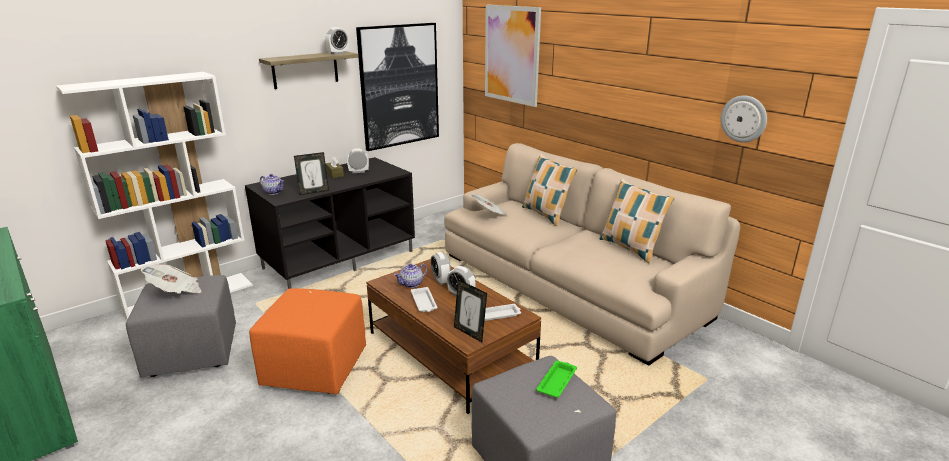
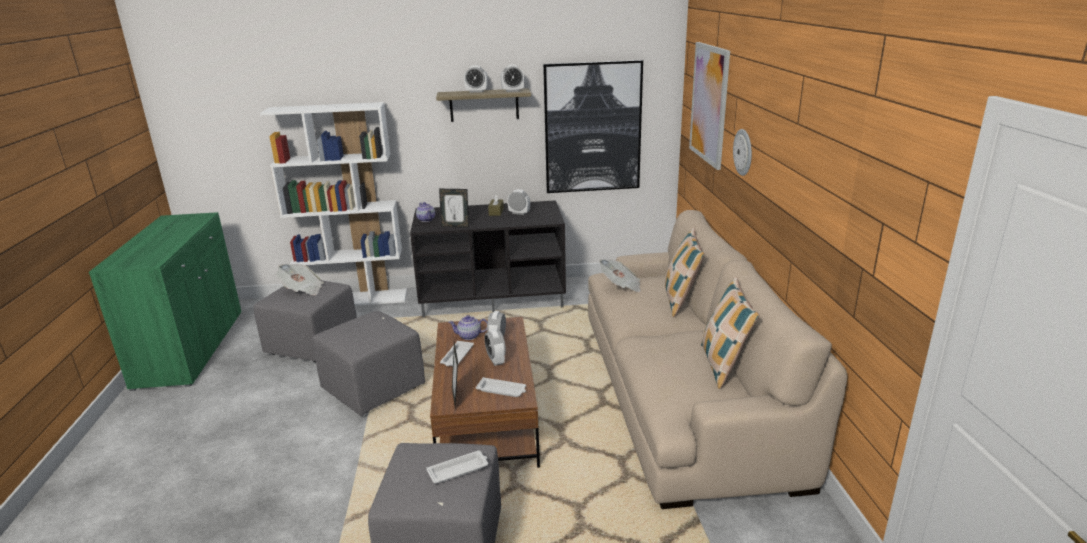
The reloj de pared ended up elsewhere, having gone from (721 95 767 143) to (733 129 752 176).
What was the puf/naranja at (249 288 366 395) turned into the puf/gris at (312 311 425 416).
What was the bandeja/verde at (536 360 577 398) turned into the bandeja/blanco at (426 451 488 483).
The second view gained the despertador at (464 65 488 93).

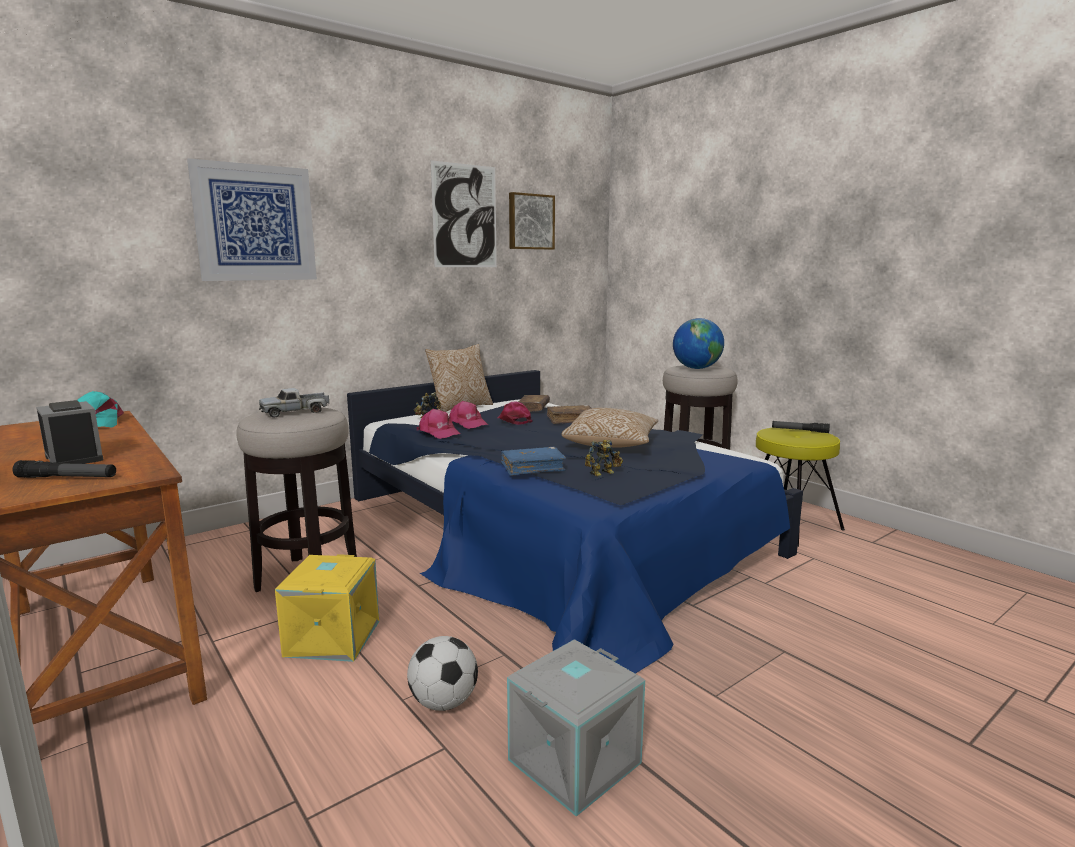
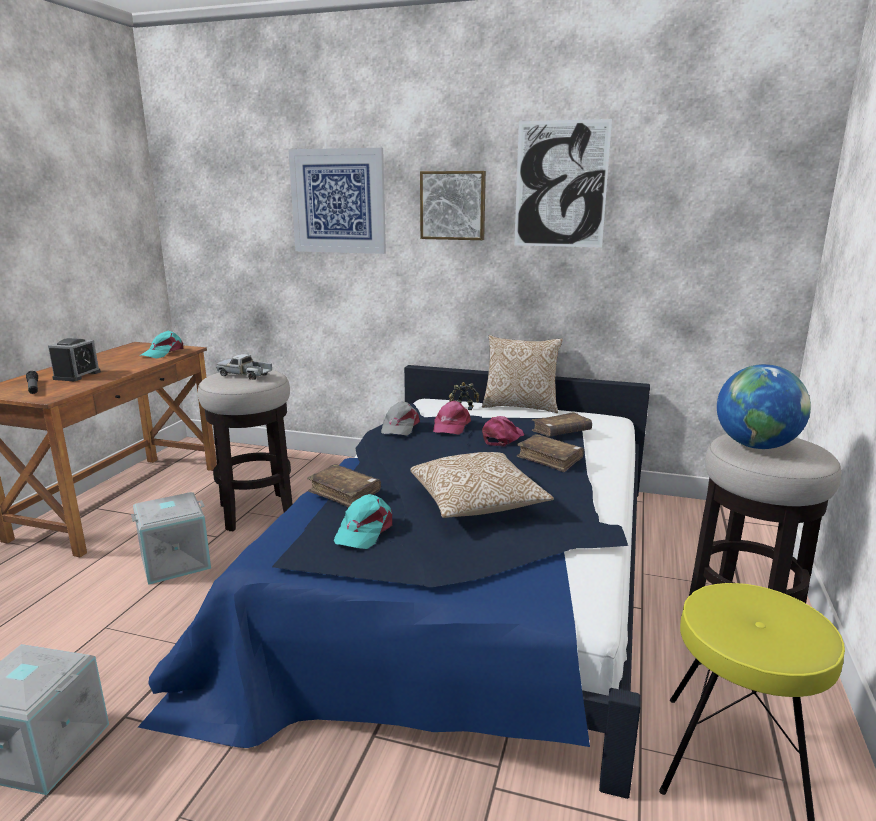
The cuadro ended up elsewhere, having gone from (509 192 555 250) to (420 171 486 240).
What was the gorra/rosa at (416 409 462 439) turned into the gorra/gris at (381 401 420 436).
The second view lost the linterna at (772 421 830 433).
Where the robot de juguete stood at (585 440 623 477), the gorra/turquesa came to stand at (334 494 393 549).
What was the libro/azul at (501 447 566 476) turned into the libro/marrón at (307 464 381 508).
What was the caja de almacenaje/amarillo at (275 554 379 662) turned into the caja de almacenaje/gris at (131 492 211 585).
The second view lost the balón de fútbol at (407 636 478 711).

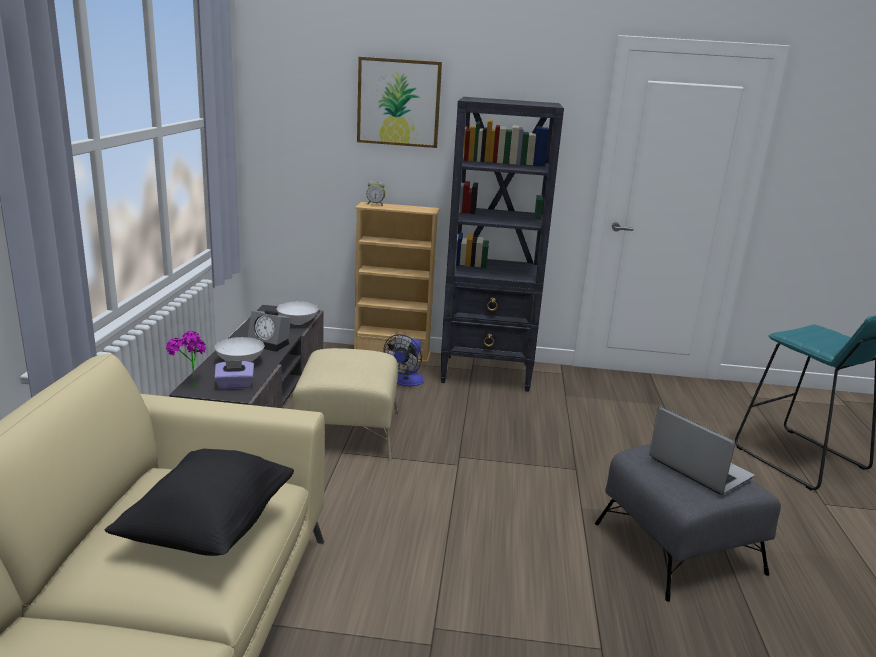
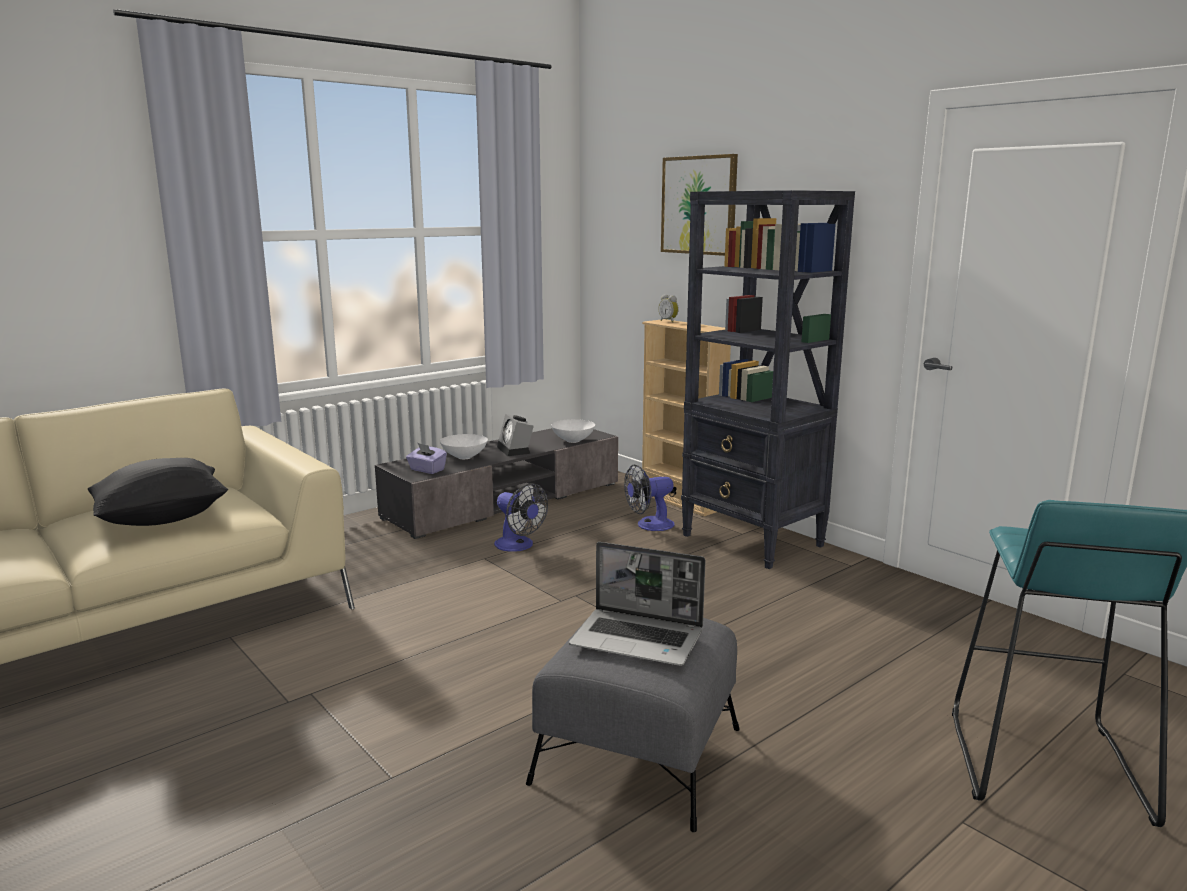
The second view lost the planta en maceta at (166 331 206 387).
Where the puf/beis stood at (292 348 399 461), the ventilador came to stand at (494 483 548 552).
The portátil at (649 406 754 495) ended up facing another way, 105 degrees clockwise from before.

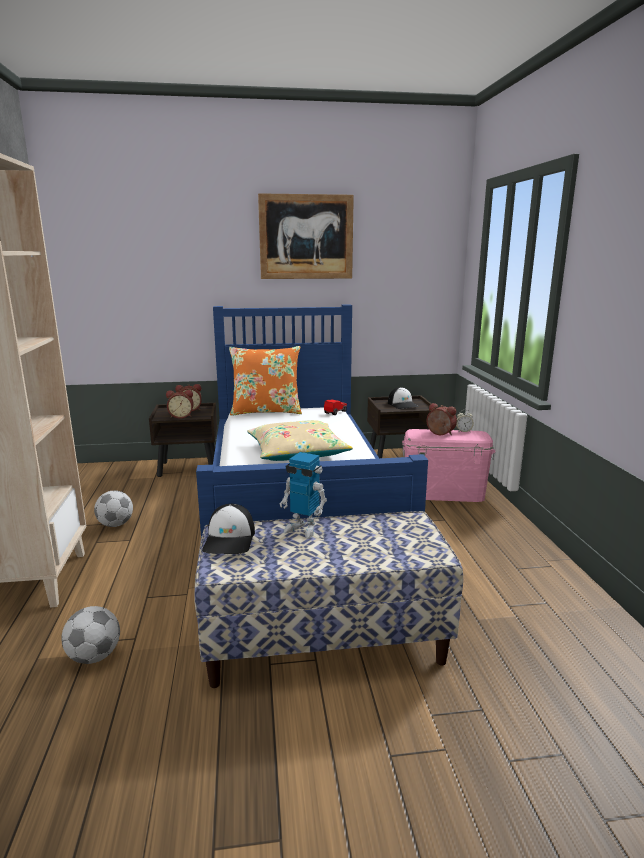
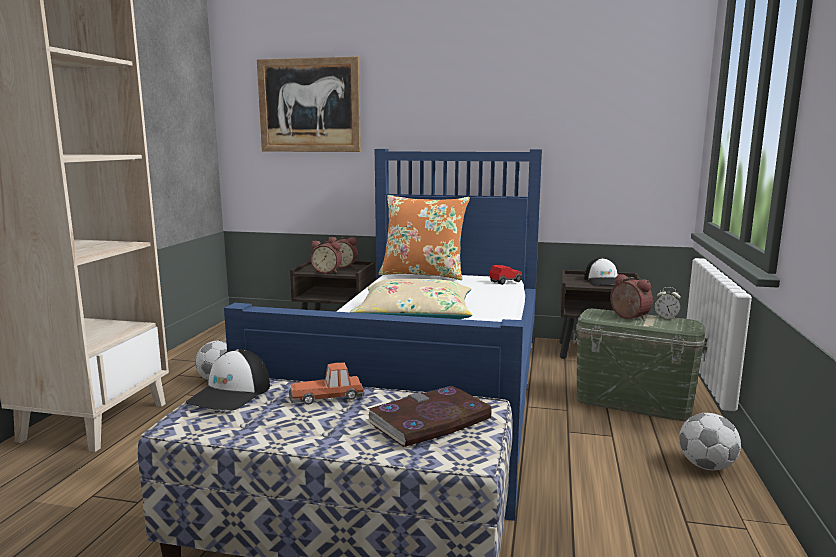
The cuadro ended up elsewhere, having gone from (258 193 354 279) to (257 56 361 152).
What was the caja de almacenaje/rosa at (402 429 495 502) turned into the caja de almacenaje/verde at (573 309 708 421).
Where the robot de juguete stood at (280 452 327 539), the coche de juguete came to stand at (289 363 365 405).
The balón de fútbol ended up elsewhere, having gone from (61 606 120 664) to (679 413 741 471).
The second view gained the libro at (366 386 492 447).

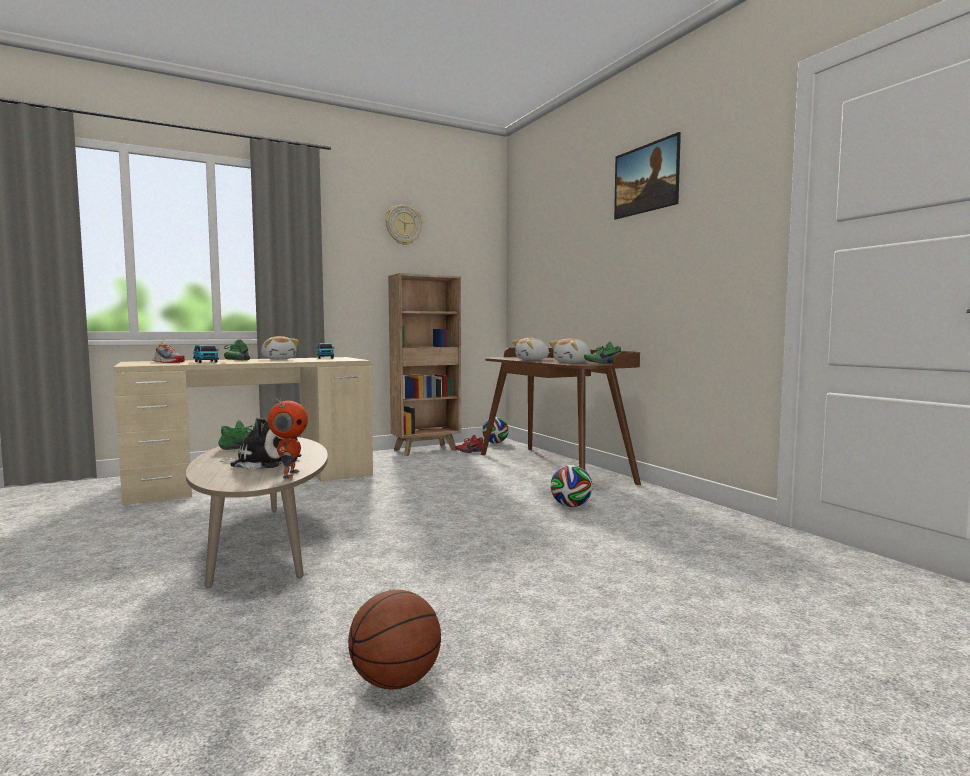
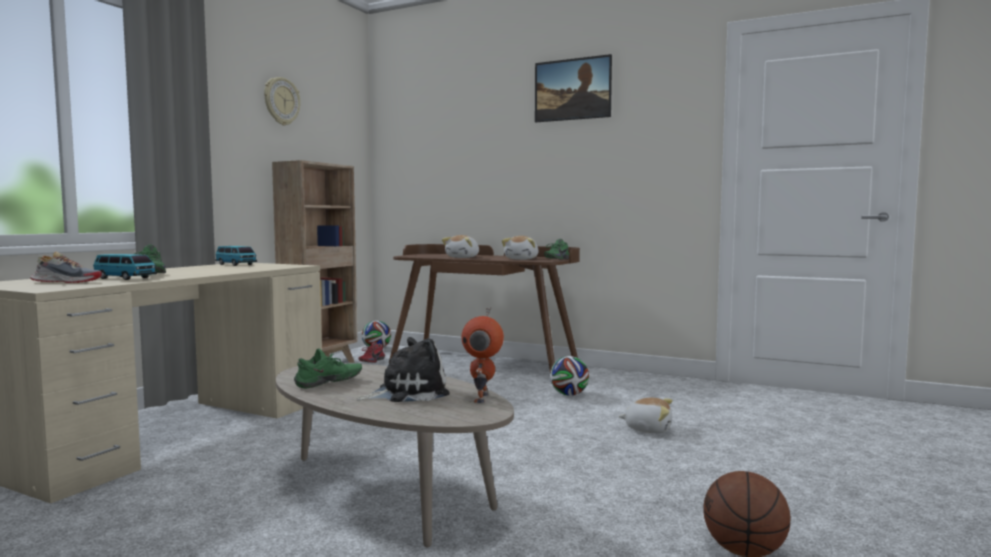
The peluche ended up elsewhere, having gone from (261 336 299 360) to (619 397 673 433).
The robot de juguete at (268 397 308 479) ended up facing another way, 135 degrees counterclockwise from before.

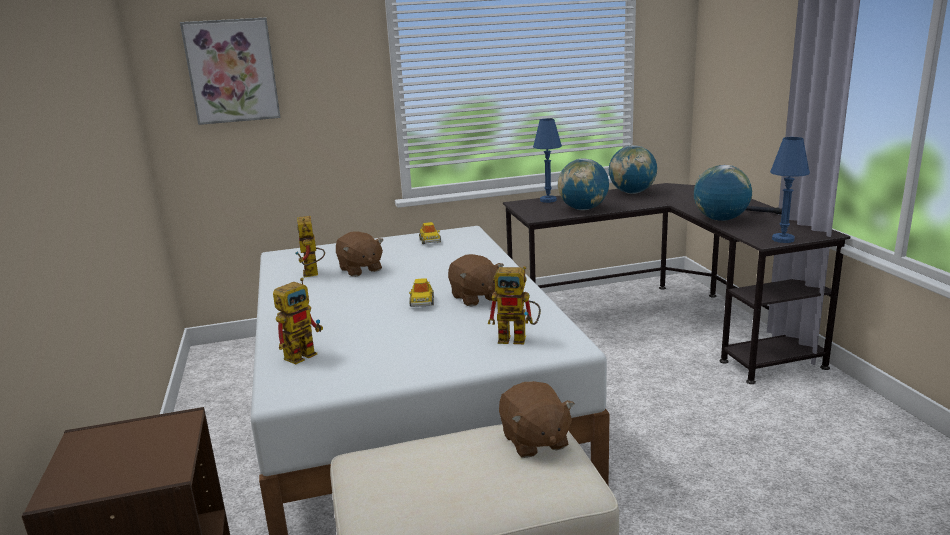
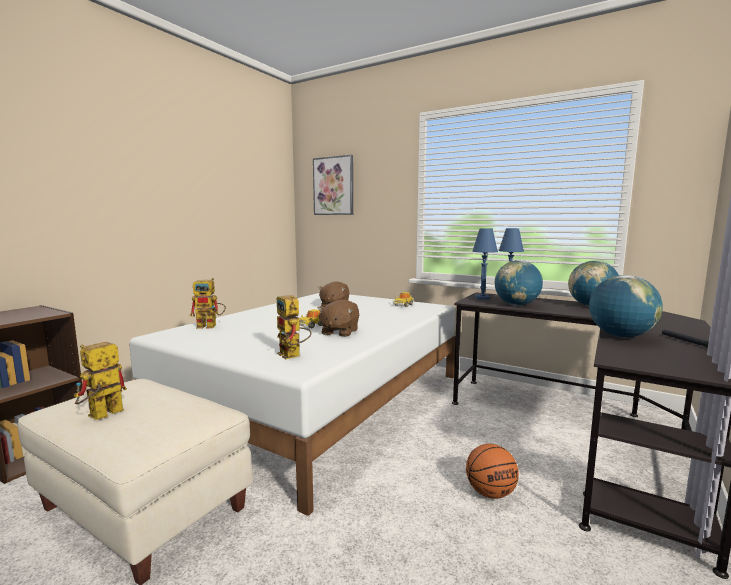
The lámpara de mesa/azul ended up elsewhere, having gone from (770 137 810 243) to (472 228 498 300).
The robot de juguete ended up elsewhere, having gone from (296 216 325 278) to (74 342 127 420).
The second view lost the peluche/marrón at (499 381 575 458).
The second view gained the balón de baloncesto at (466 444 519 499).

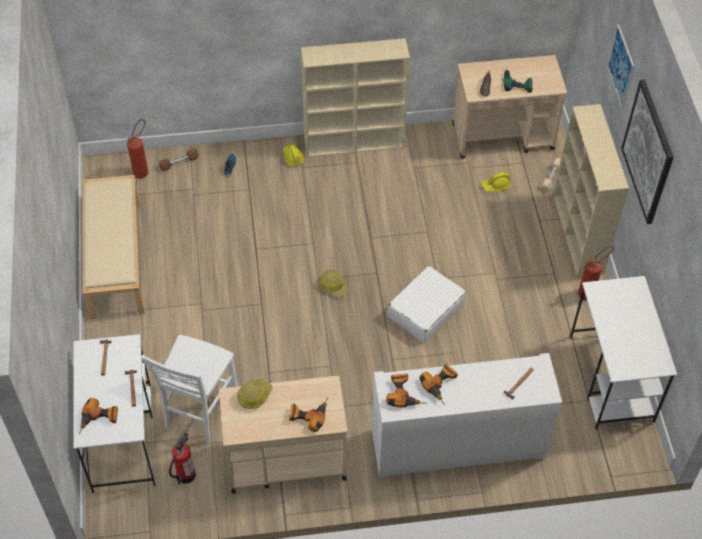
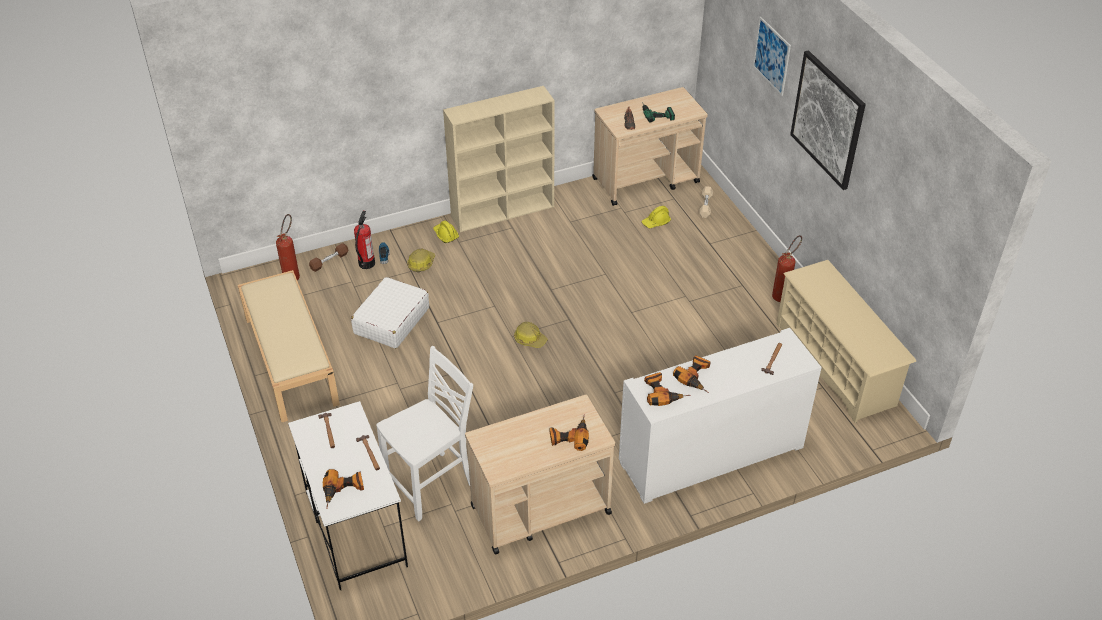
The second view lost the estantería/beis at (553 104 629 277).
The maleta/blanco ended up elsewhere, having gone from (387 266 466 343) to (351 277 429 349).
Where the escritorio/blanco stood at (570 276 677 430), the zapatero/beis came to stand at (777 260 916 423).
The silla/blanco at (141 335 238 444) ended up facing another way, 135 degrees counterclockwise from before.
The casco ended up elsewhere, having gone from (237 378 273 409) to (407 248 435 272).
The extintor ended up elsewhere, having gone from (169 432 196 485) to (354 211 375 269).

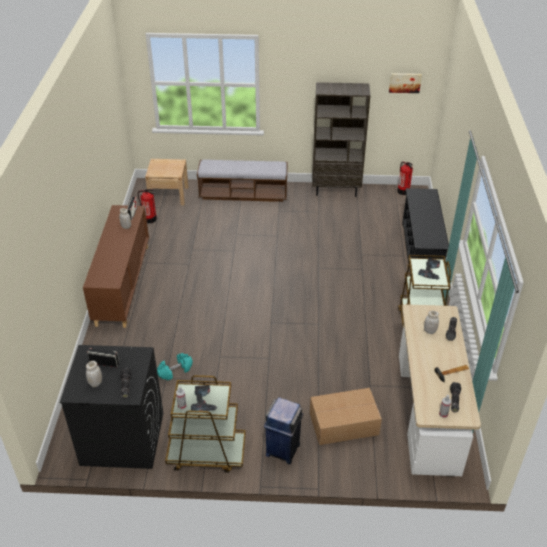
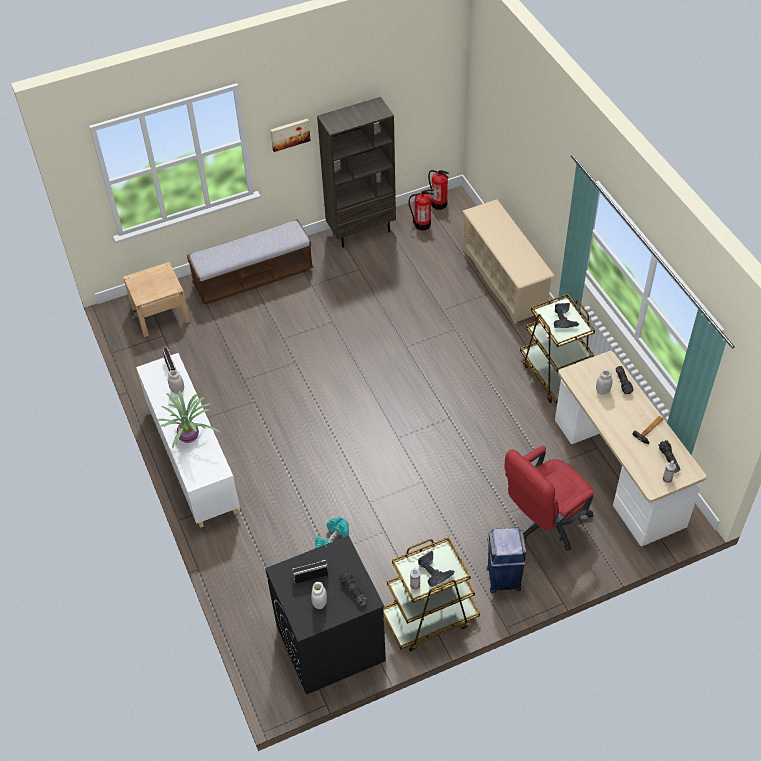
The cuadro ended up elsewhere, having gone from (389 73 422 93) to (270 119 311 152).
What was the zapatero/negro at (402 188 449 276) turned into the zapatero/beis at (462 199 555 324).
The extintor ended up elsewhere, having gone from (138 189 157 223) to (409 189 434 230).
What was the armario/marrón at (83 205 149 328) turned into the armario/blanco at (136 353 240 528).
Where the caja de cartón stood at (310 388 382 445), the silla de oficina/rojo came to stand at (505 446 594 550).
The second view gained the planta en maceta at (156 391 220 449).

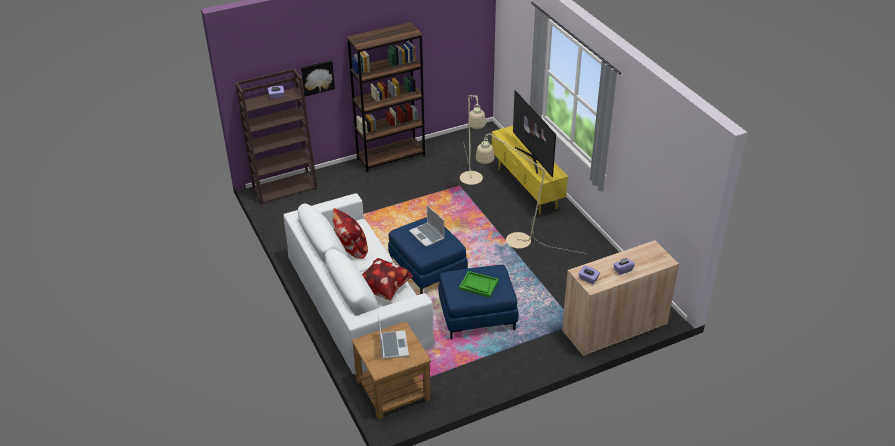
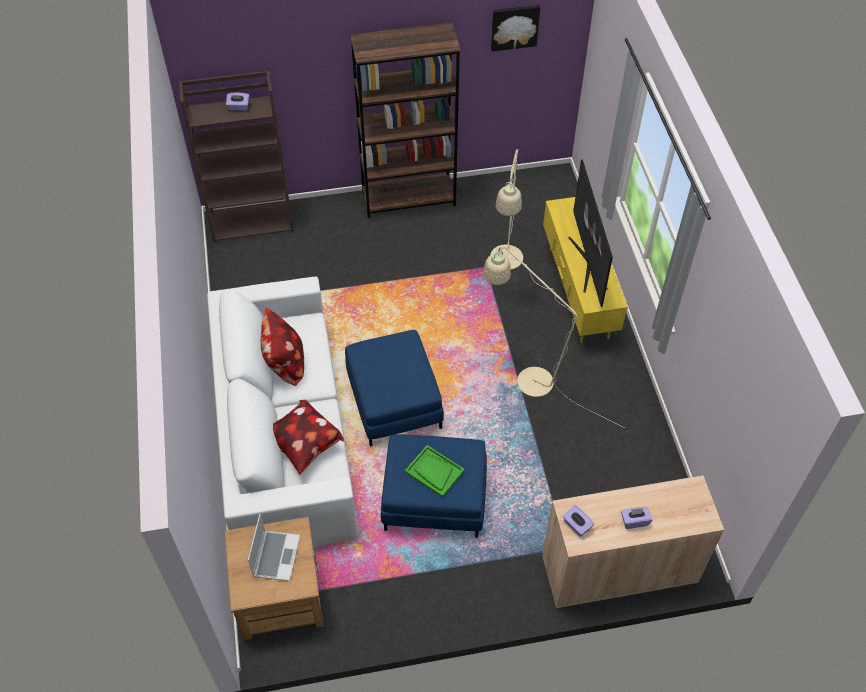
The cuadro ended up elsewhere, having gone from (301 60 335 97) to (491 5 540 52).
The second view lost the portátil at (409 205 445 247).

